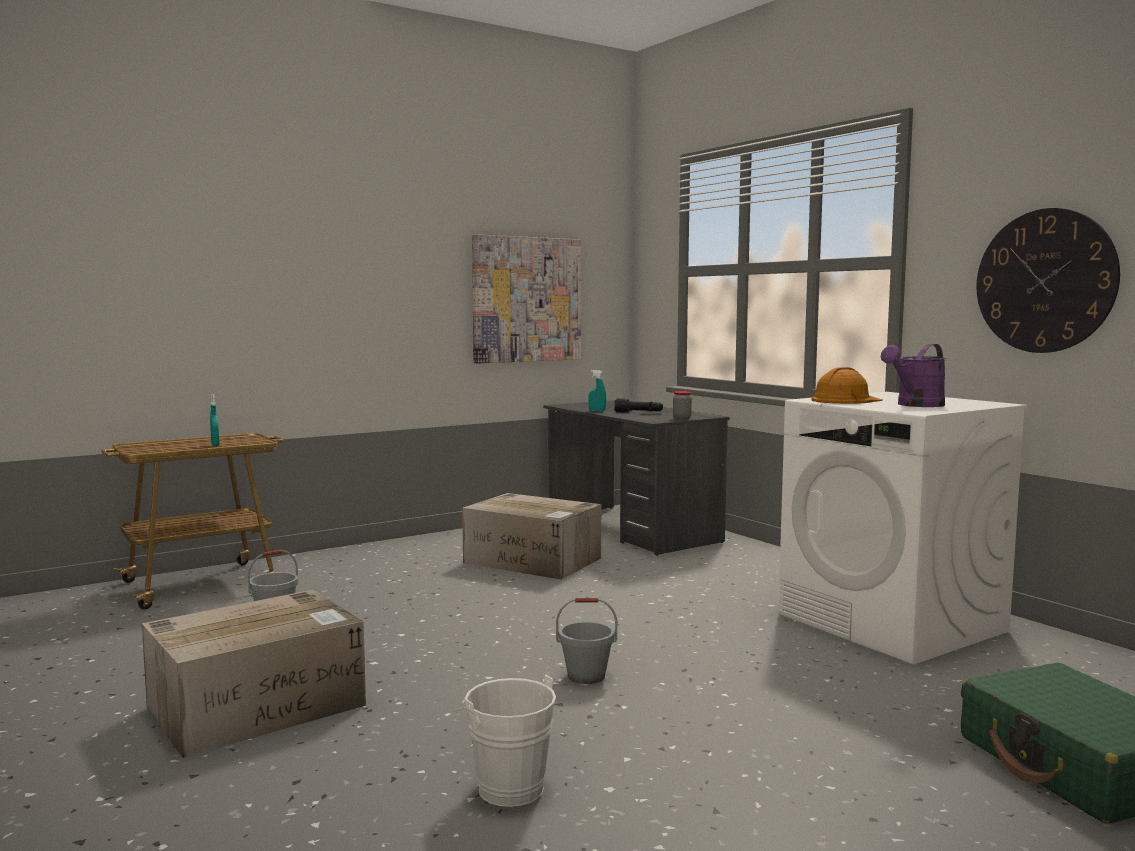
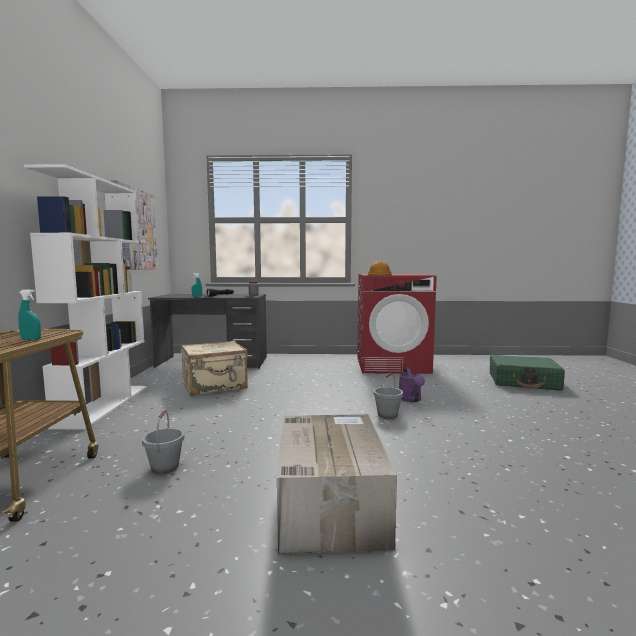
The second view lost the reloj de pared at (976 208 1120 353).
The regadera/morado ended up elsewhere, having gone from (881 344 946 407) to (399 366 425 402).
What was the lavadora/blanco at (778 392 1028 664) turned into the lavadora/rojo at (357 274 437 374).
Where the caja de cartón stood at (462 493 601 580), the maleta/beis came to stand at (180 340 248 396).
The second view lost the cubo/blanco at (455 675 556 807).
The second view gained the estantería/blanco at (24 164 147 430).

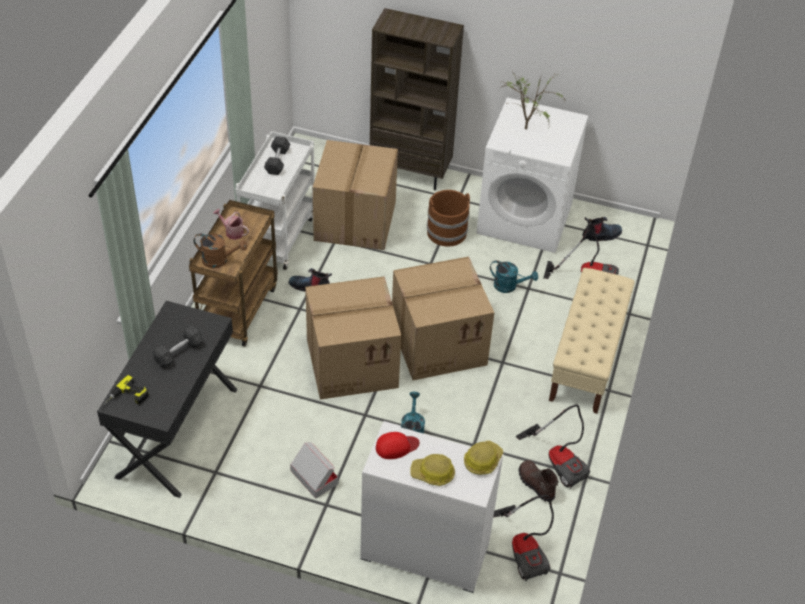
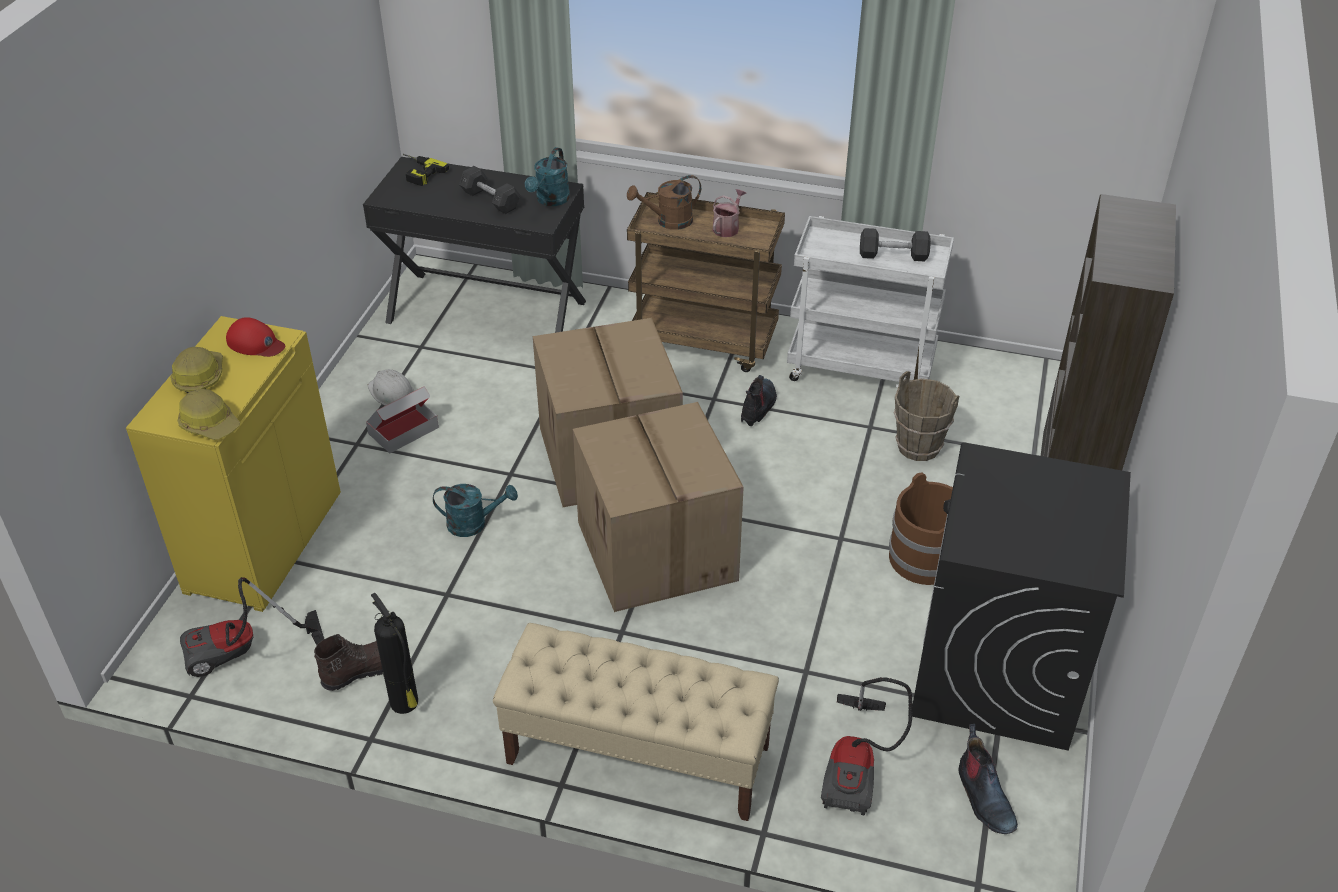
The second view lost the planta en maceta at (500 72 566 130).
What was the lavadora/blanco at (476 97 588 253) turned into the lavadora/negro at (912 442 1131 751).
Where the caja de cartón stood at (313 140 398 250), the cubo/marrón came to stand at (893 371 959 461).
The regadera/marrón at (194 233 247 268) ended up facing another way, 60 degrees clockwise from before.
The regadera/turquesa ended up elsewhere, having gone from (490 260 538 293) to (525 147 570 206).
Where the aspiradora stood at (516 404 590 488), the extintor came to stand at (371 593 418 714).
What was the armario/blanco at (360 421 503 593) turned into the armario/amarillo at (126 316 341 612).
The gorra/rojo at (376 432 419 459) ended up facing another way, 45 degrees counterclockwise from before.
The second view gained the casco/blanco at (367 369 414 406).

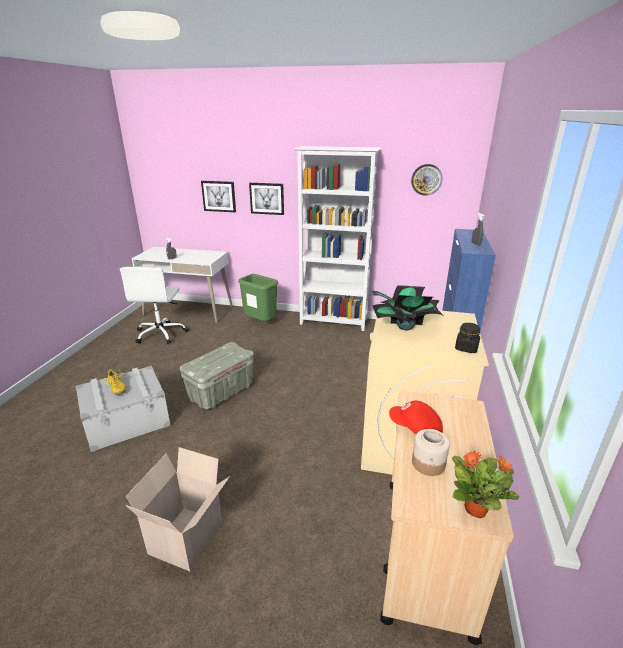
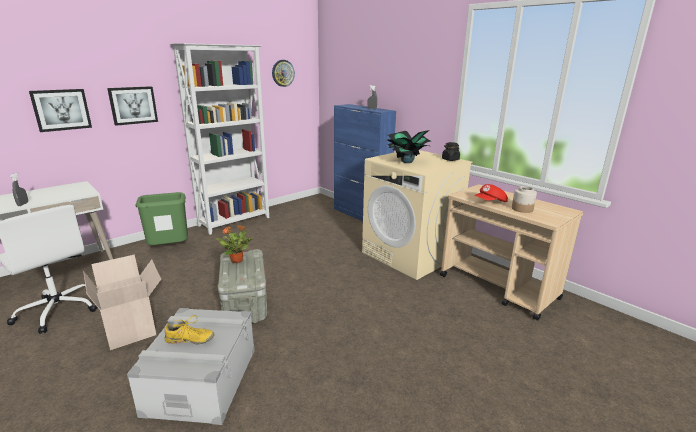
The caja de cartón ended up elsewhere, having gone from (125 447 230 572) to (83 254 161 350).
The planta en maceta ended up elsewhere, having gone from (452 450 519 518) to (216 225 253 263).

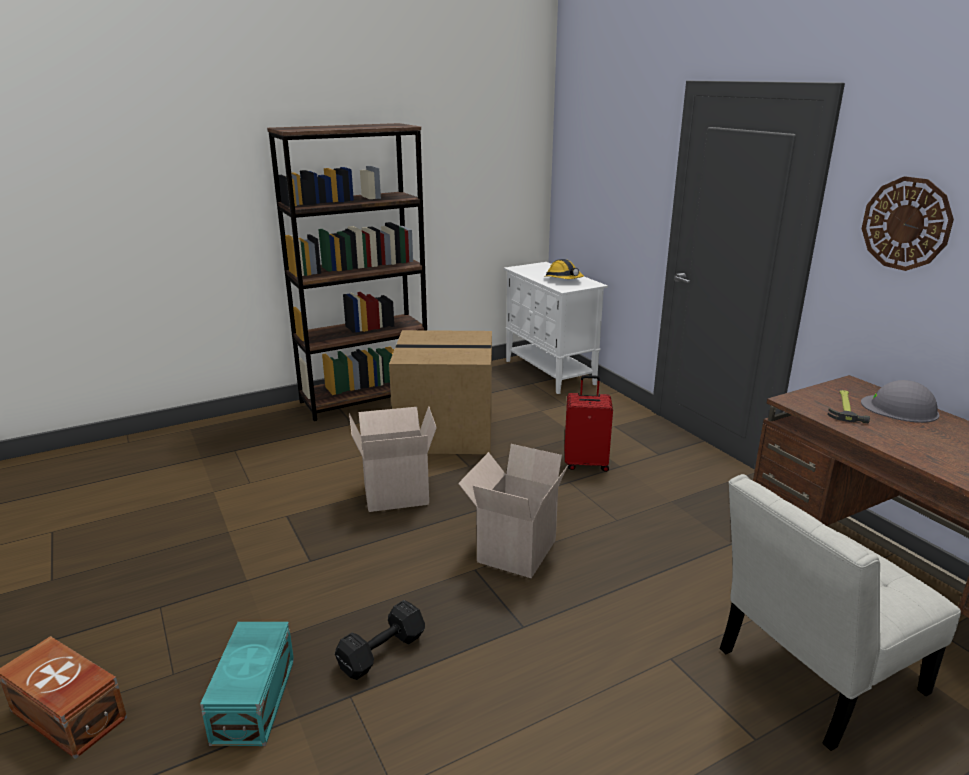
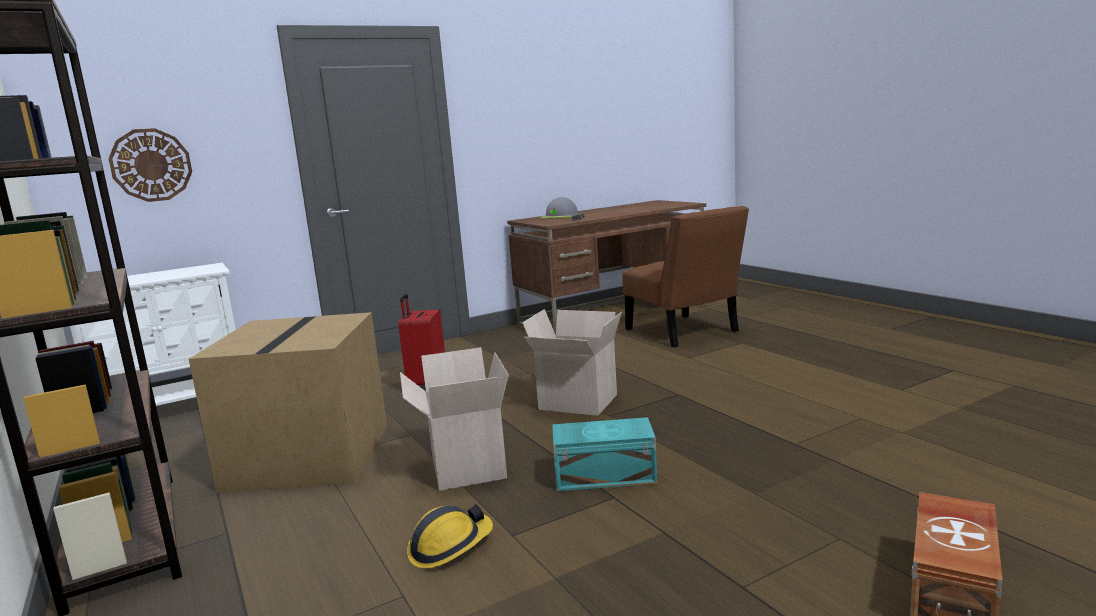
The reloj de pared ended up elsewhere, having gone from (862 176 954 271) to (108 128 192 202).
The casco ended up elsewhere, having gone from (544 259 584 279) to (407 504 493 569).
What was the silla/blanco at (720 474 961 751) turned into the silla/marrón at (622 206 749 347).
The second view lost the mancuerna/negro at (335 600 425 680).
The caja de almacenaje/turquesa ended up elsewhere, having gone from (200 622 294 746) to (552 417 657 491).

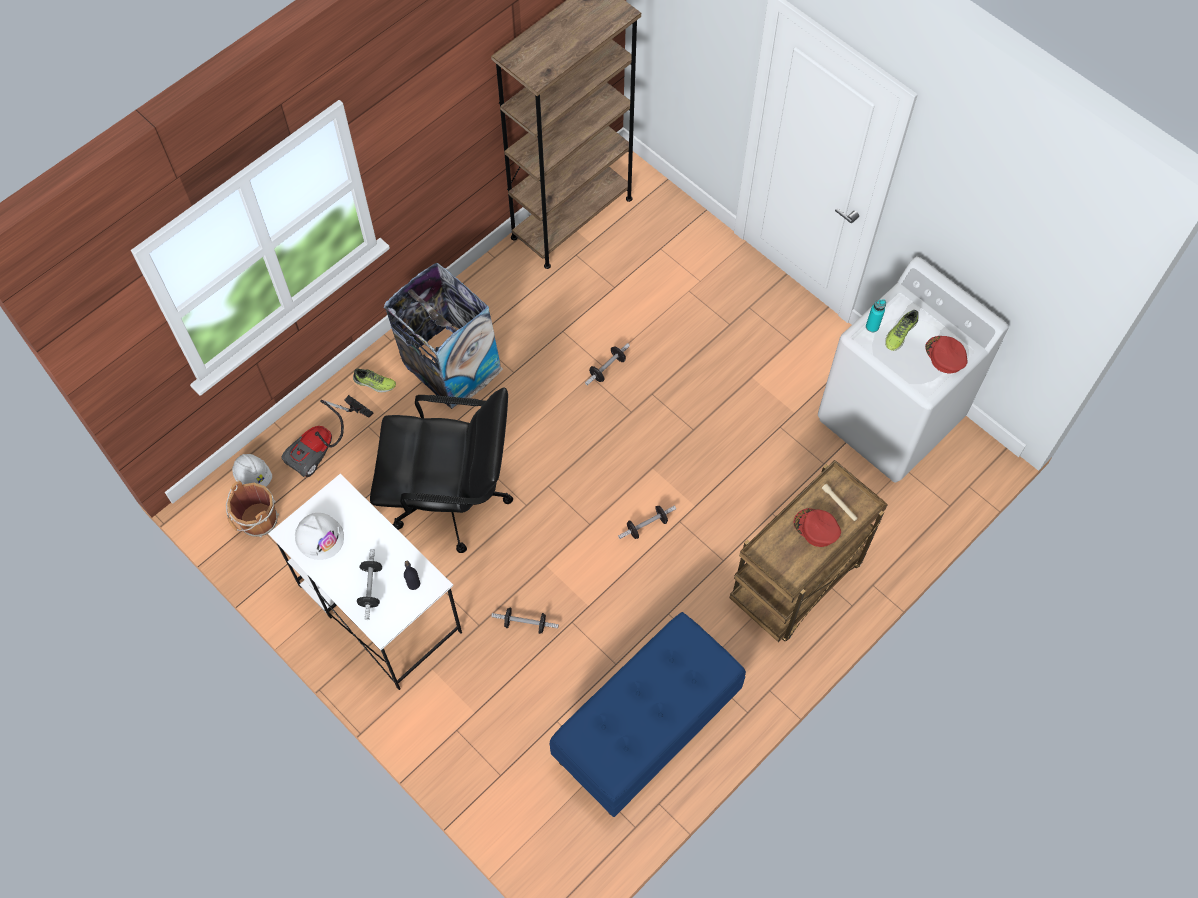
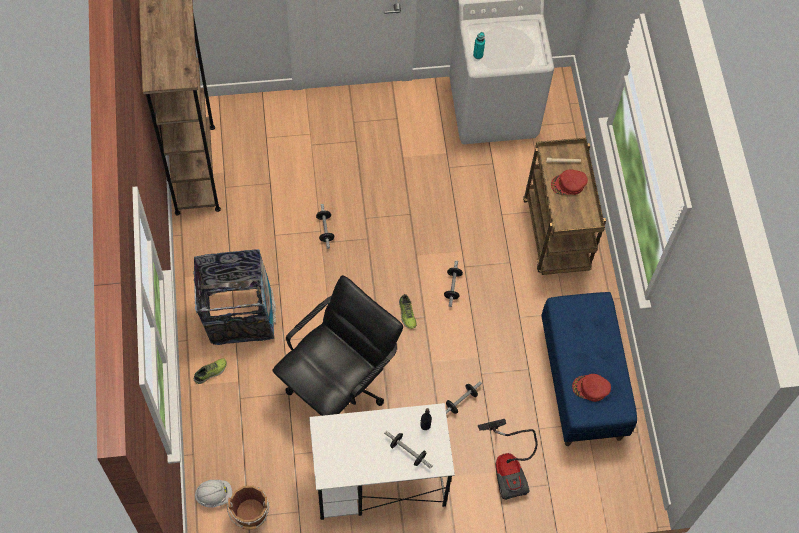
The zapato ended up elsewhere, having gone from (885 310 918 351) to (399 294 416 329).
The gorra/rojo ended up elsewhere, having gone from (925 336 967 373) to (572 374 611 402).
The aspiradora ended up elsewhere, having gone from (281 395 374 478) to (478 419 538 500).
The second view lost the casco/blanco at (295 513 344 560).

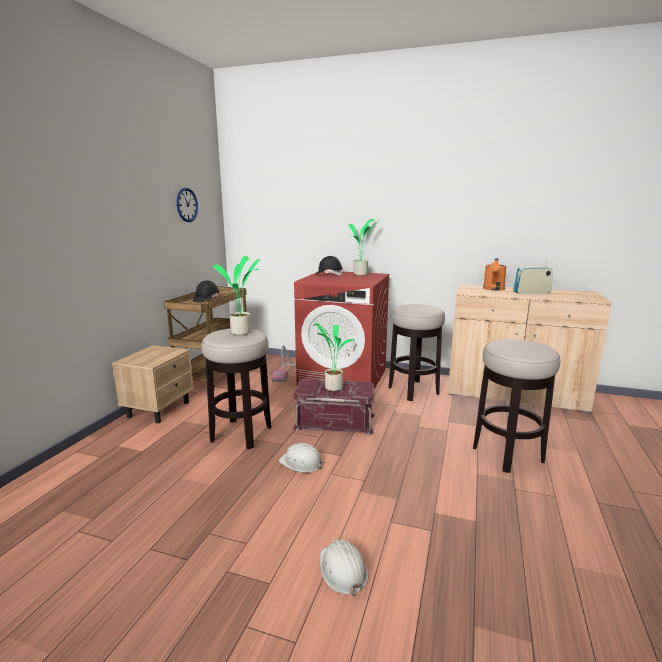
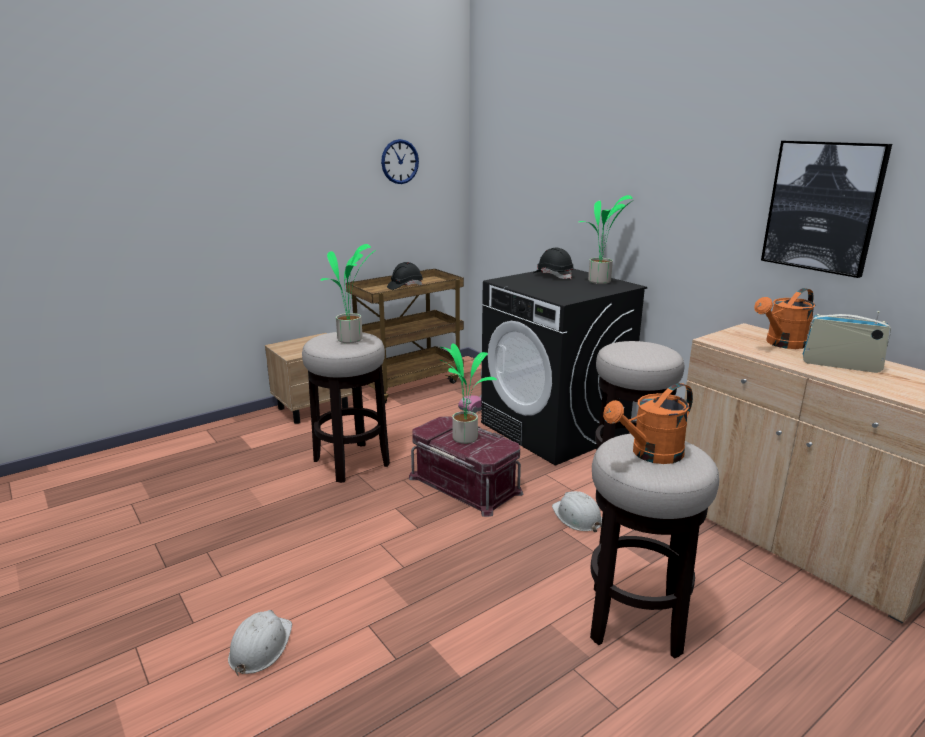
What was the lavadora/rojo at (294 271 390 389) turned into the lavadora/negro at (481 269 647 465).
The casco/blanco ended up elsewhere, having gone from (279 443 325 473) to (552 491 602 532).
The second view gained the cuadro at (761 140 892 278).
The second view gained the regadera/naranja at (603 383 693 464).

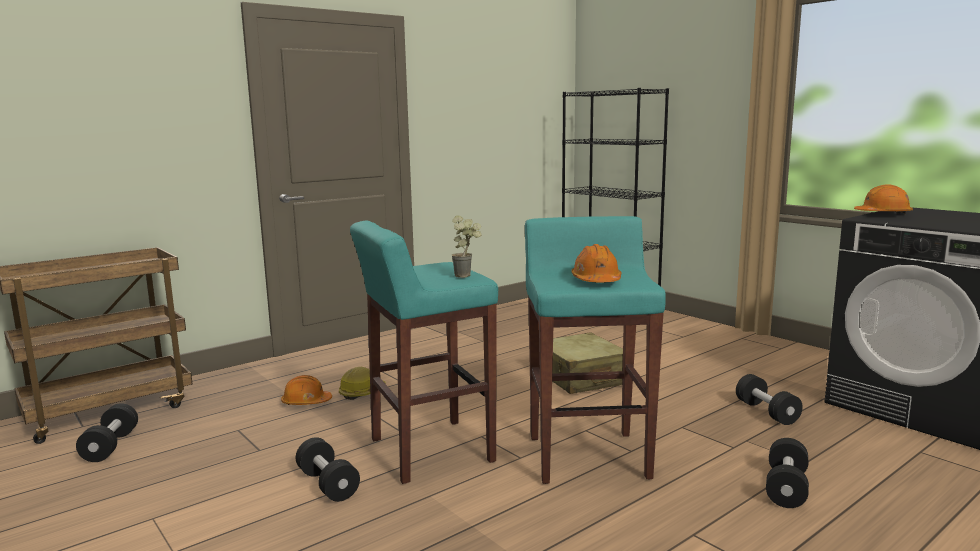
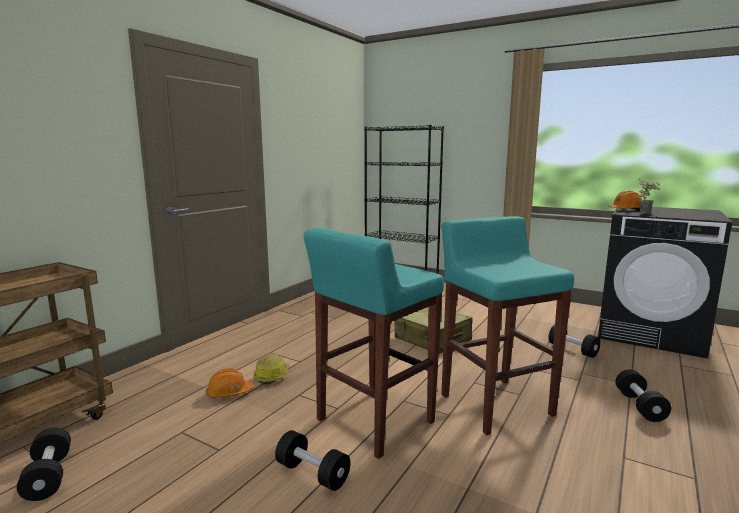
The planta en maceta ended up elsewhere, having gone from (452 215 482 278) to (639 178 660 214).
The second view lost the casco/naranja at (571 244 622 283).

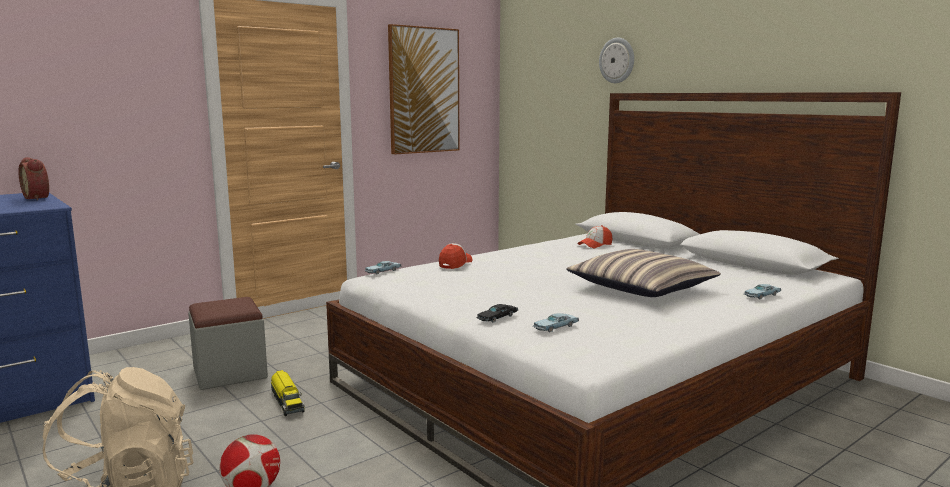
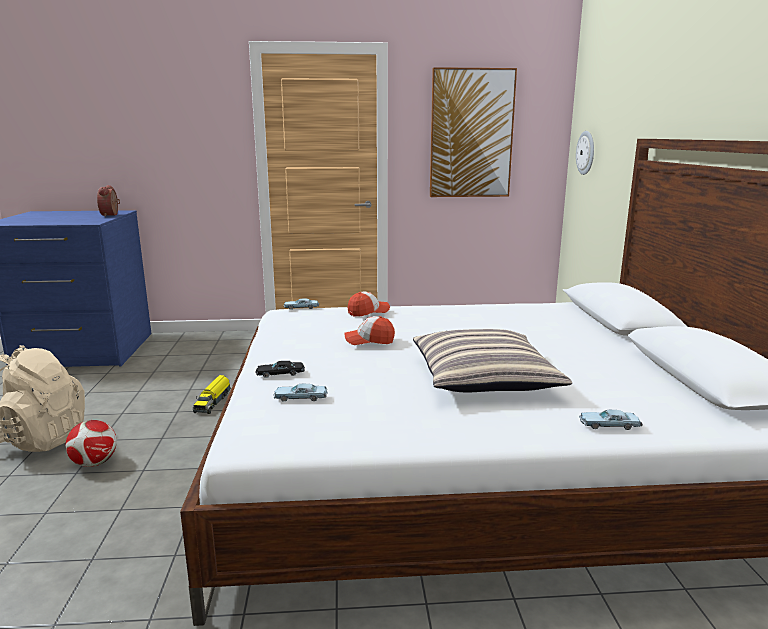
The reloj de pared ended up elsewhere, having gone from (599 38 634 83) to (576 131 594 175).
The gorra ended up elsewhere, having gone from (577 225 612 248) to (344 316 395 345).
The second view lost the puf/gris at (188 297 268 390).

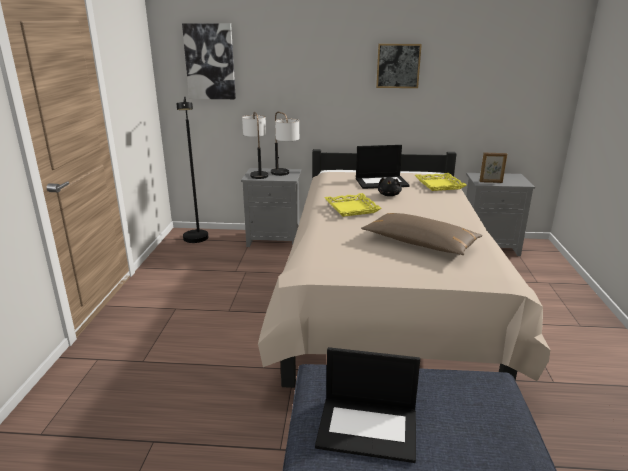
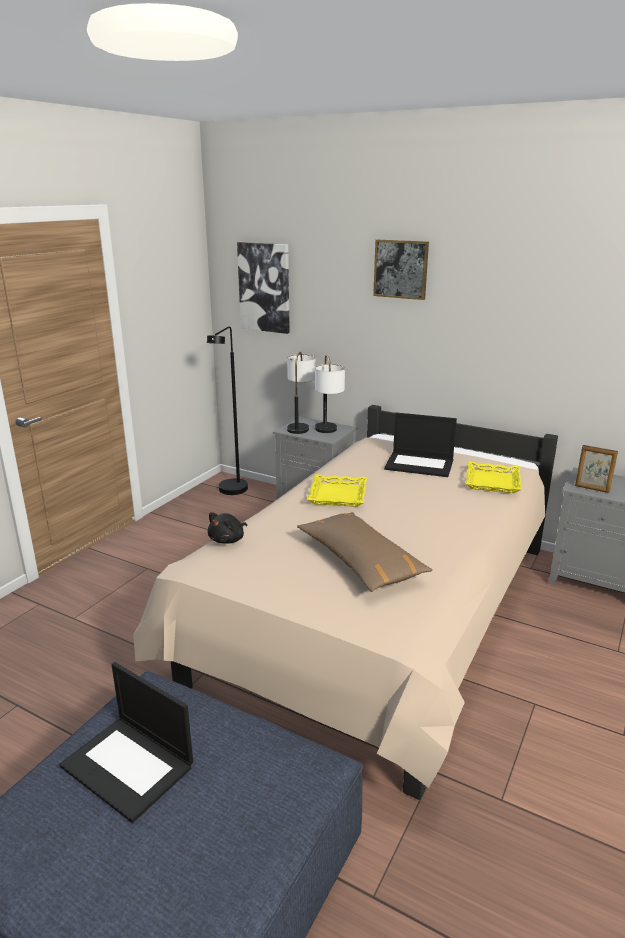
The cuadro ended up elsewhere, having gone from (376 44 422 88) to (373 240 429 300).
The peluche/negro ended up elsewhere, having gone from (378 177 402 196) to (208 512 247 544).

